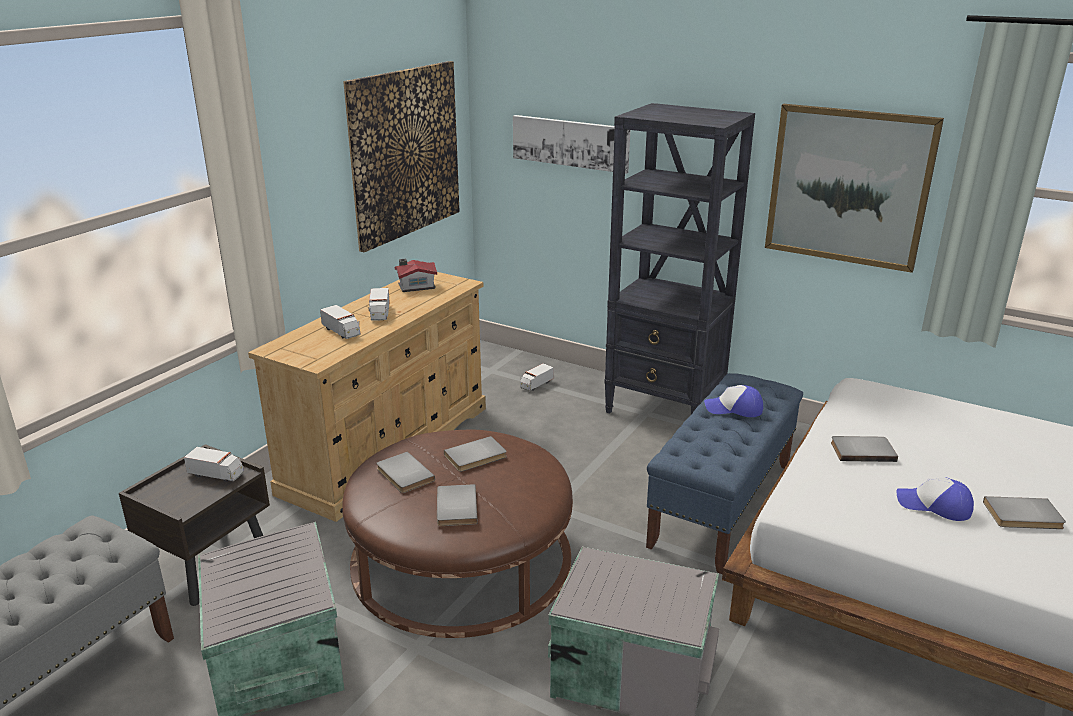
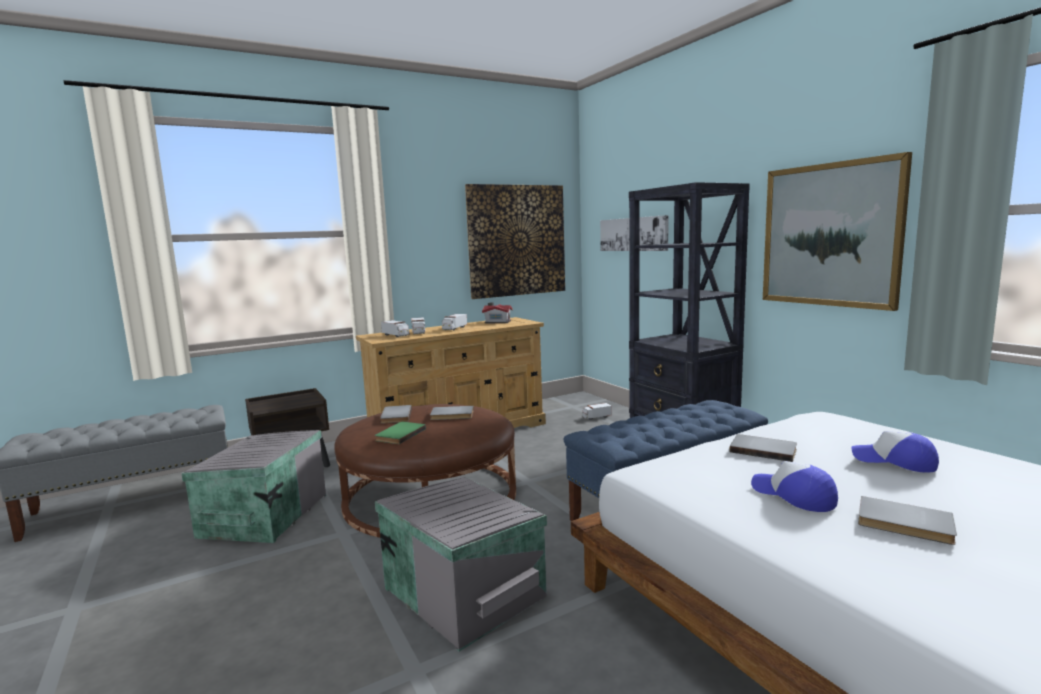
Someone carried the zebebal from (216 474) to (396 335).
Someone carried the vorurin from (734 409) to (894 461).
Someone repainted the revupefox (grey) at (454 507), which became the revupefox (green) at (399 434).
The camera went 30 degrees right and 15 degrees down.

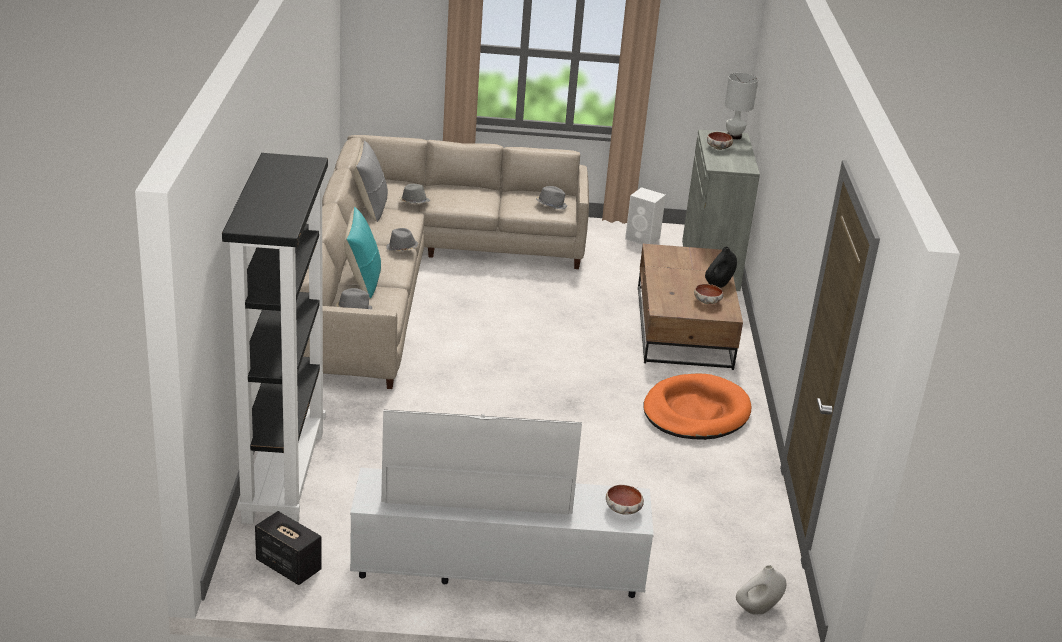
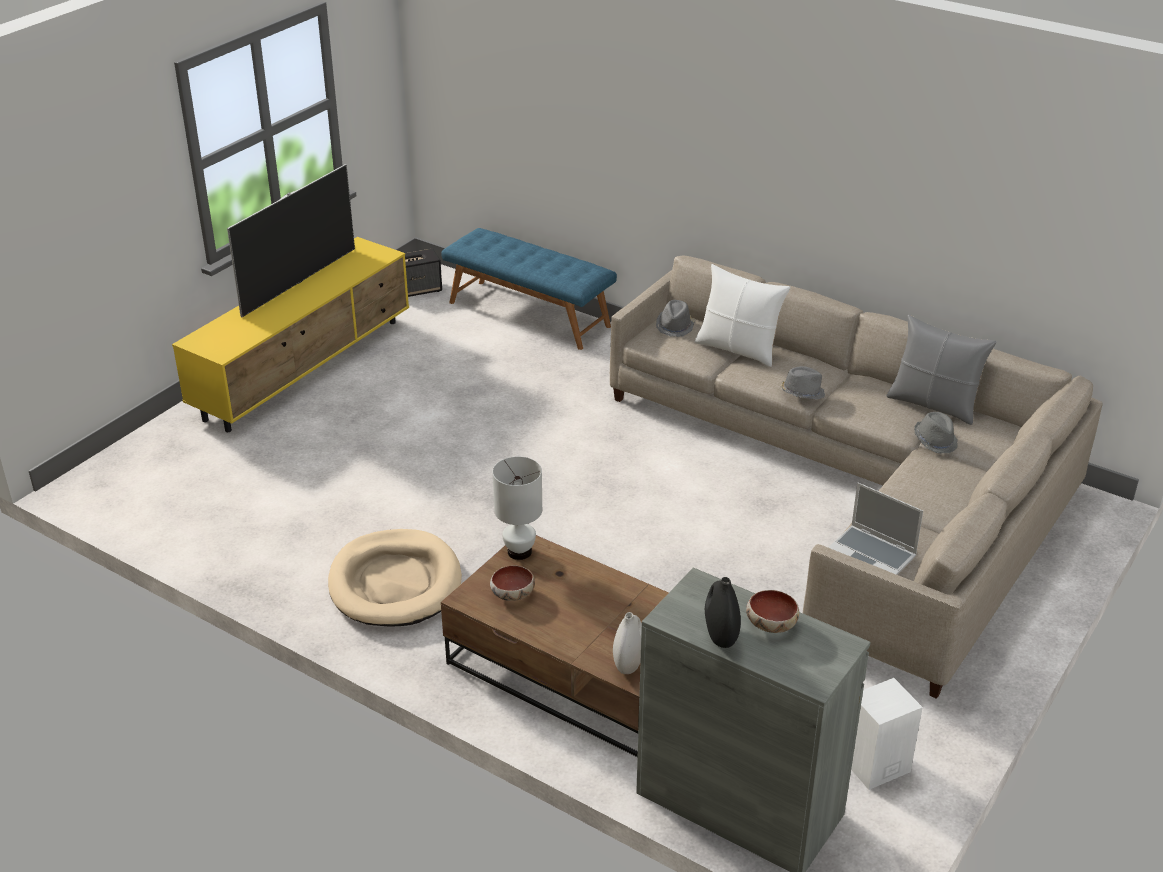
Someone took away the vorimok at (623 510).
Someone carried the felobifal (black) from (718 285) to (720 636).
Someone carried the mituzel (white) from (733 136) to (519 551).
Someone carried the felobifal (white) from (757 609) to (628 663).
Someone swapped the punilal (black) at (283 474) for the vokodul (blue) at (529 314).
Someone swapped the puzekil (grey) at (551 205) for the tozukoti at (871 556).
Someone repainted the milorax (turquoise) at (362 281), which became the milorax (white) at (738 349).
Someone repainted the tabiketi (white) at (496 573), which became the tabiketi (yellow) at (305 368).
Someone repainted the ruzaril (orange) at (695 412), which became the ruzaril (beige) at (395 583).
The camera went 125 degrees right and 5 degrees up.

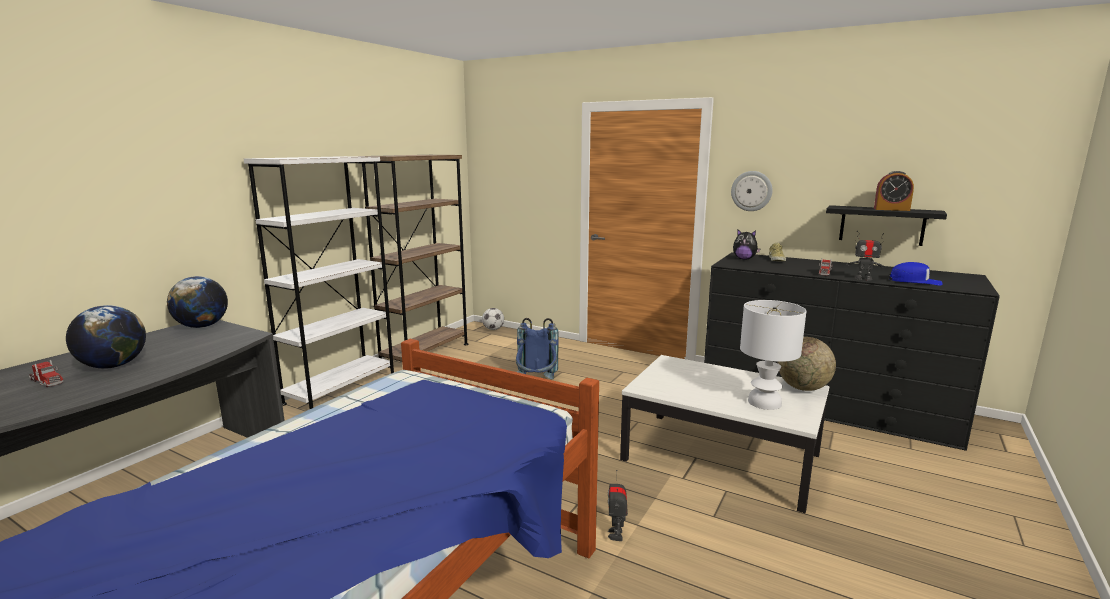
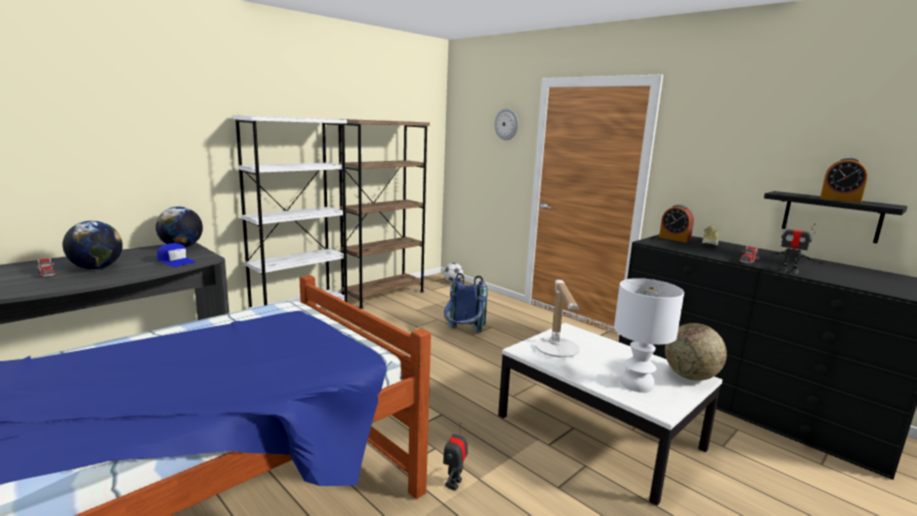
Someone put down the mituzel at (557 352).
Someone carried the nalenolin from (751 191) to (507 124).
Someone carried the vorurin (blue) from (914 281) to (175 261).
Someone swapped the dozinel at (744 259) for the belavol at (674 239).
The camera went 15 degrees right and 0 degrees up.

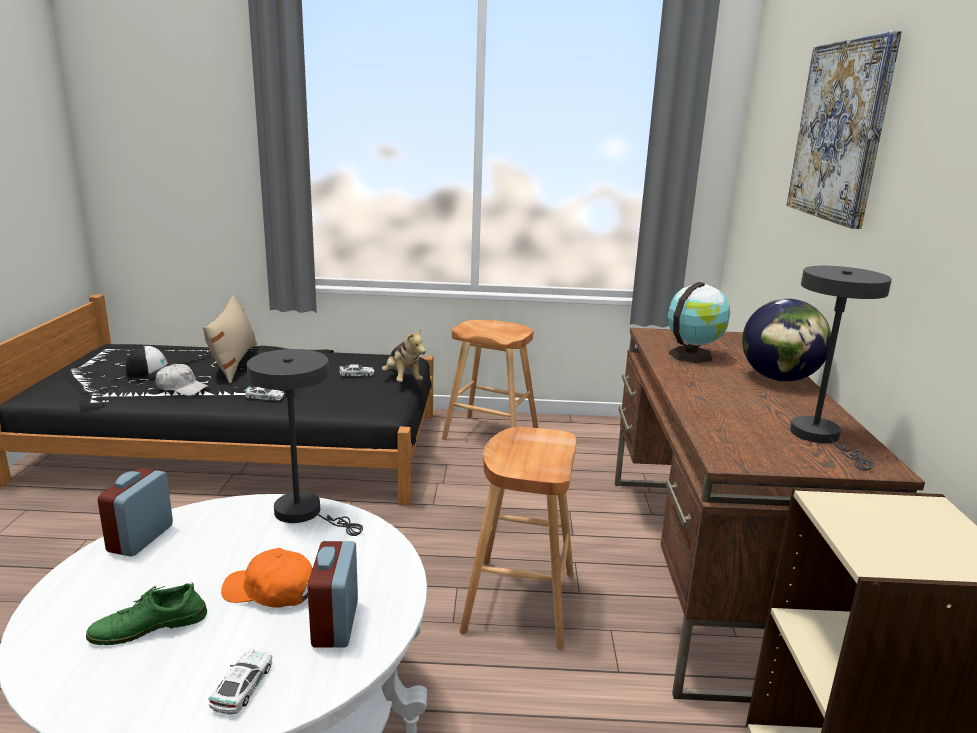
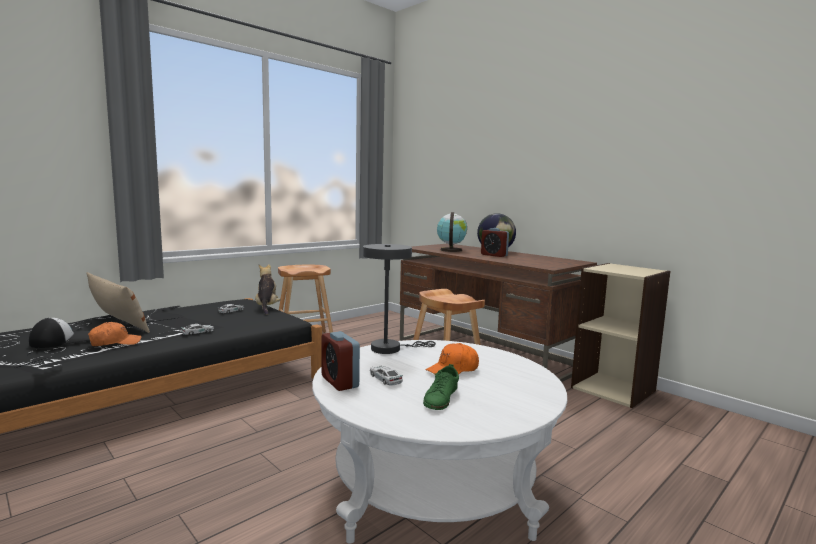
Someone took away the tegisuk at (840 131).
Someone took away the mituzel (grey) at (820 437).
Someone carried the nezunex from (243 686) to (385 379).
Someone carried the belavol from (335 624) to (494 255).
Someone repainted the vorurin (white) at (182 388), which became the vorurin (orange) at (115 343).
Someone rotated the dozinel at (402 380) by 120 degrees counterclockwise.
The camera went 45 degrees left and 10 degrees down.

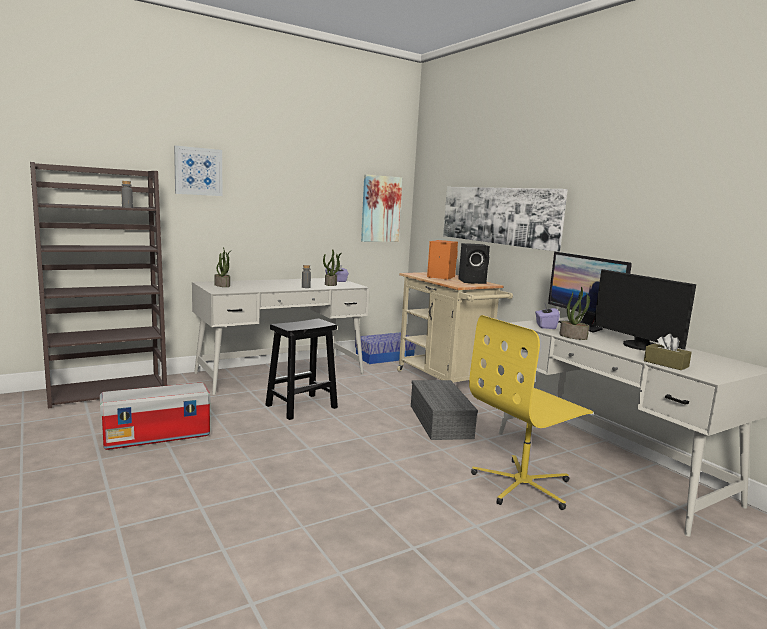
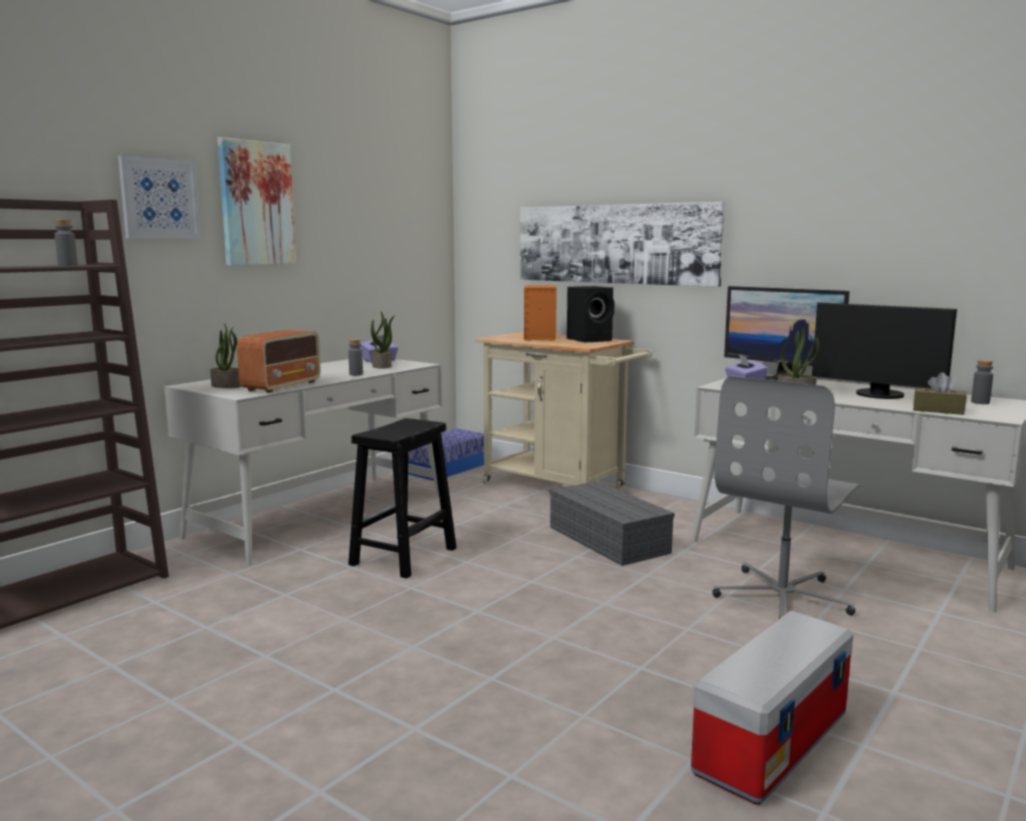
Someone put down the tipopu at (282 386).
Someone put down the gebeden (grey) at (980 402).
Someone carried the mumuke from (158 436) to (772 741).
Someone carried the tegisuk from (380 209) to (256 203).
Someone repainted the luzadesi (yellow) at (523 485), which became the luzadesi (grey) at (783 597).
The camera went 20 degrees left and 0 degrees up.

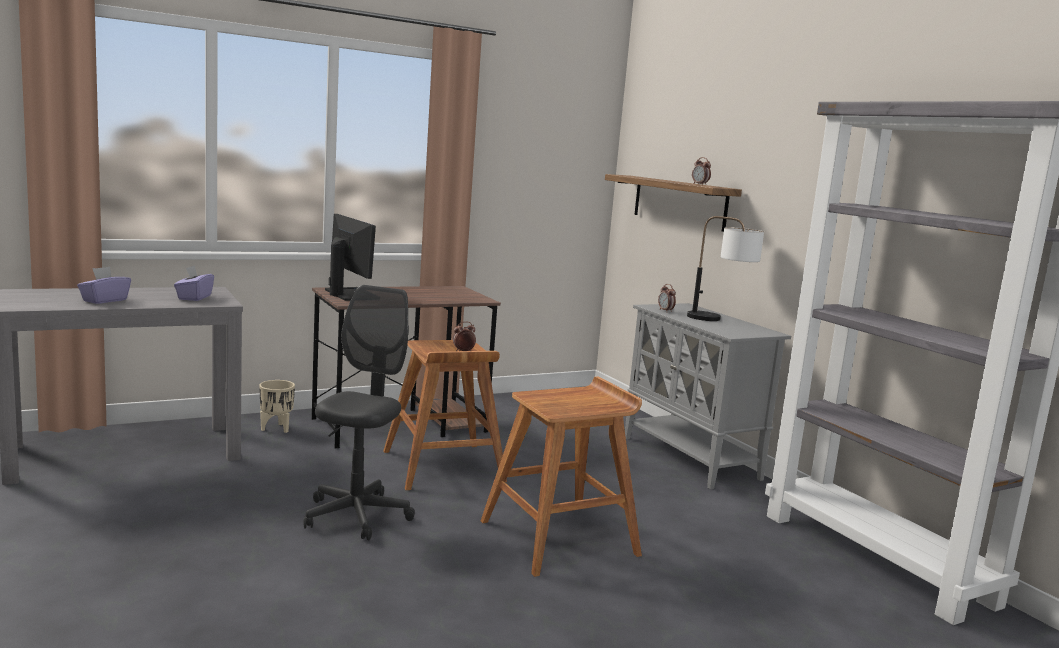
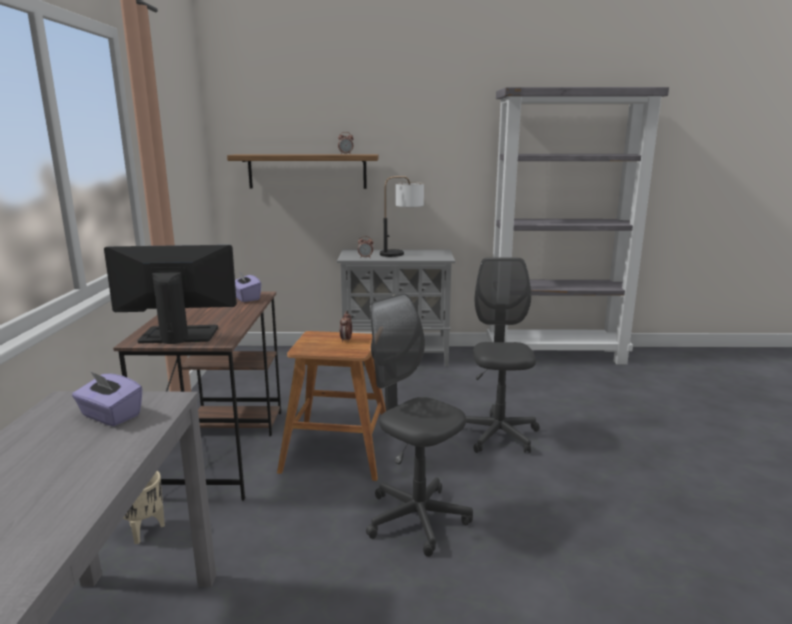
Someone carried the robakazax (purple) from (104 300) to (245 298).
Someone swapped the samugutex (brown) at (560 537) for the luzadesi (grey) at (498 435).
The camera went 60 degrees left and 5 degrees up.

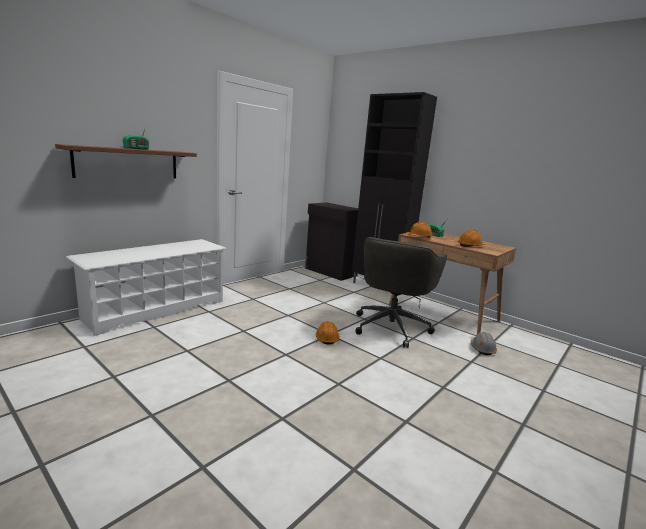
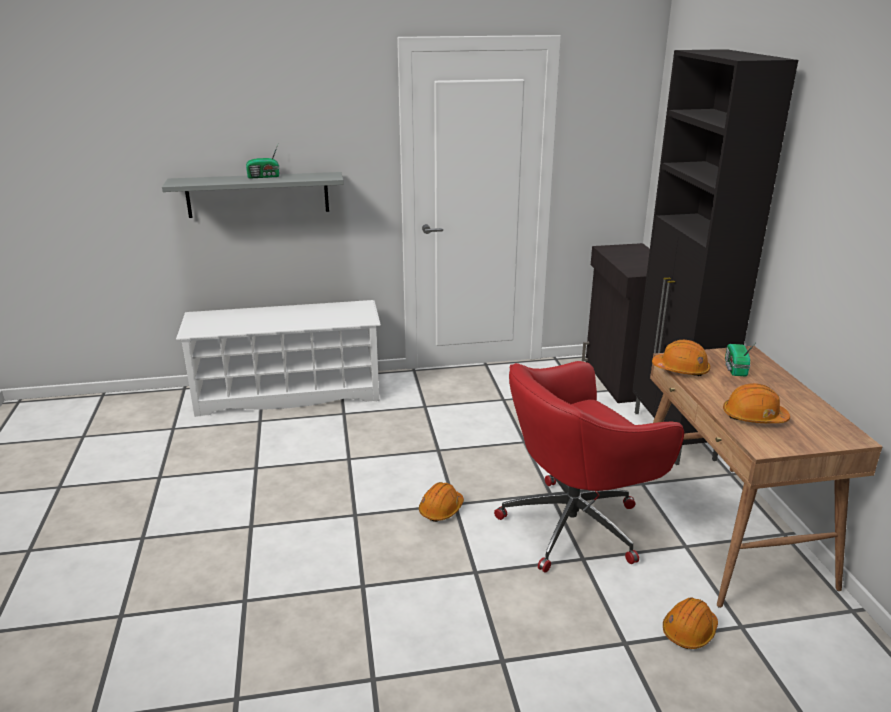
Someone repainted the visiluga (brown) at (128 163), which became the visiluga (grey) at (258 194).
Someone repainted the luzadesi (grey) at (391 327), which became the luzadesi (red) at (576 524).
Someone repainted the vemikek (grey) at (482 349), which became the vemikek (orange) at (689 631).
The camera went 40 degrees right and 10 degrees up.

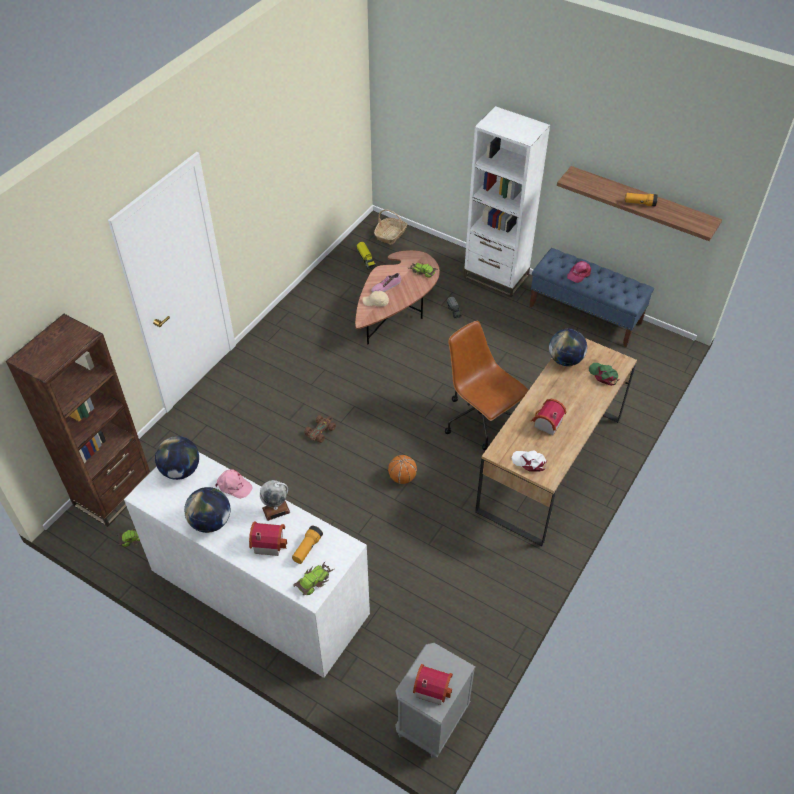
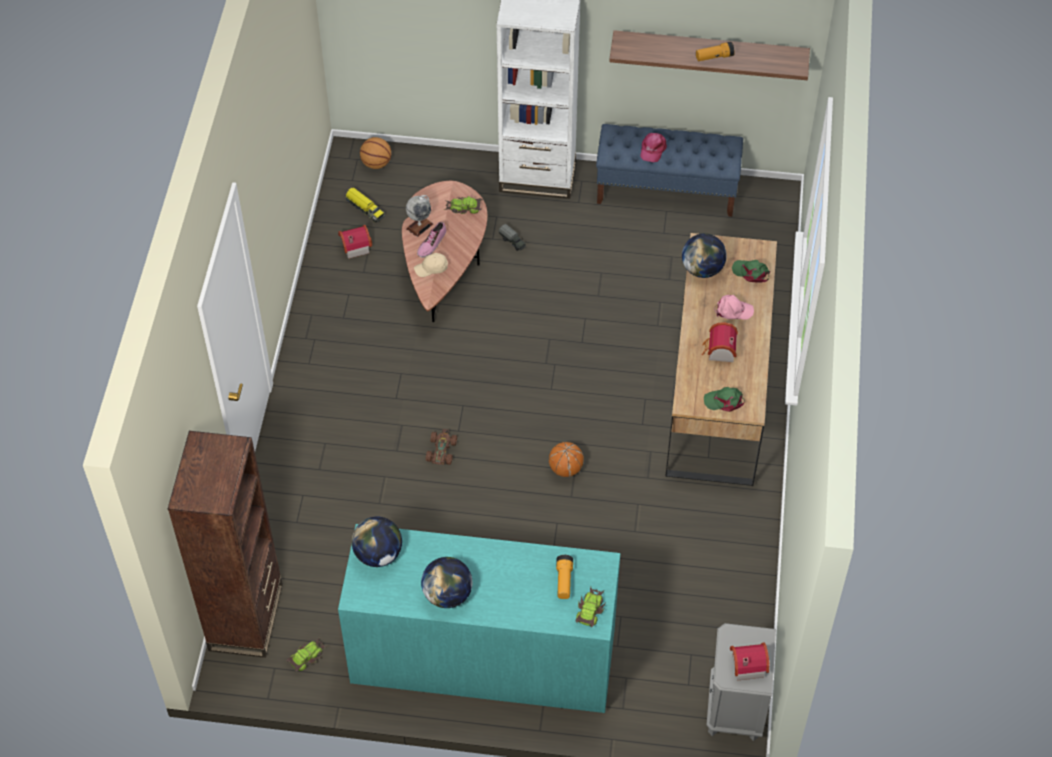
Someone took away the luzadesi (brown) at (480 421).
Someone carried the vorurin (pink) from (234 486) to (733 310).
Someone carried the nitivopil from (268 542) to (354 246).
Someone carried the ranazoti from (276 510) to (419 226).
Someone swapped the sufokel at (391 234) for the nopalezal at (376 163).
Someone repainted the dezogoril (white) at (259 591), which became the dezogoril (turquoise) at (483 655).
Someone repainted the vorurin (white) at (529 462), which became the vorurin (green) at (724 401).
The camera went 25 degrees left and 5 degrees up.

